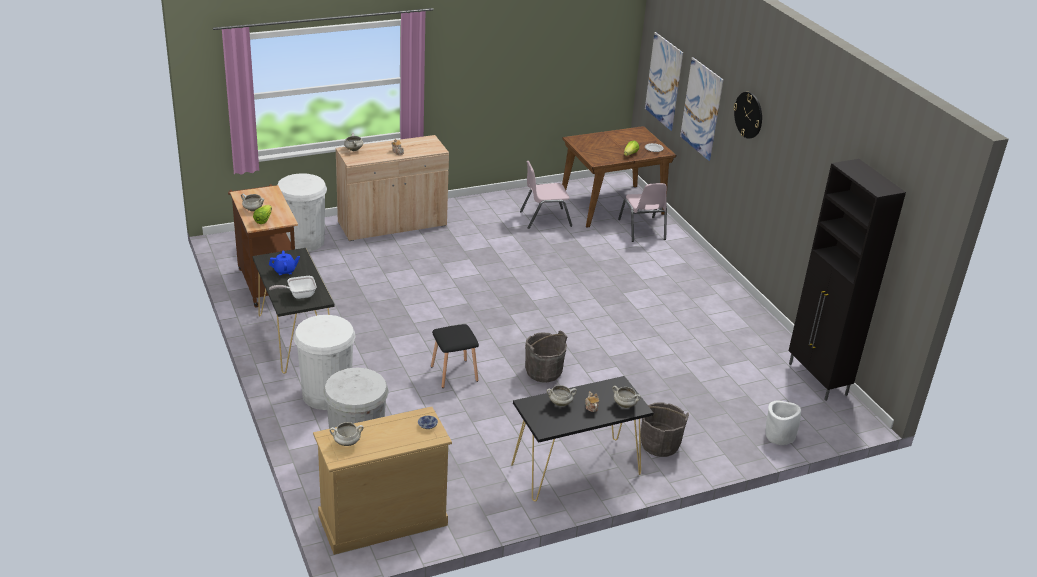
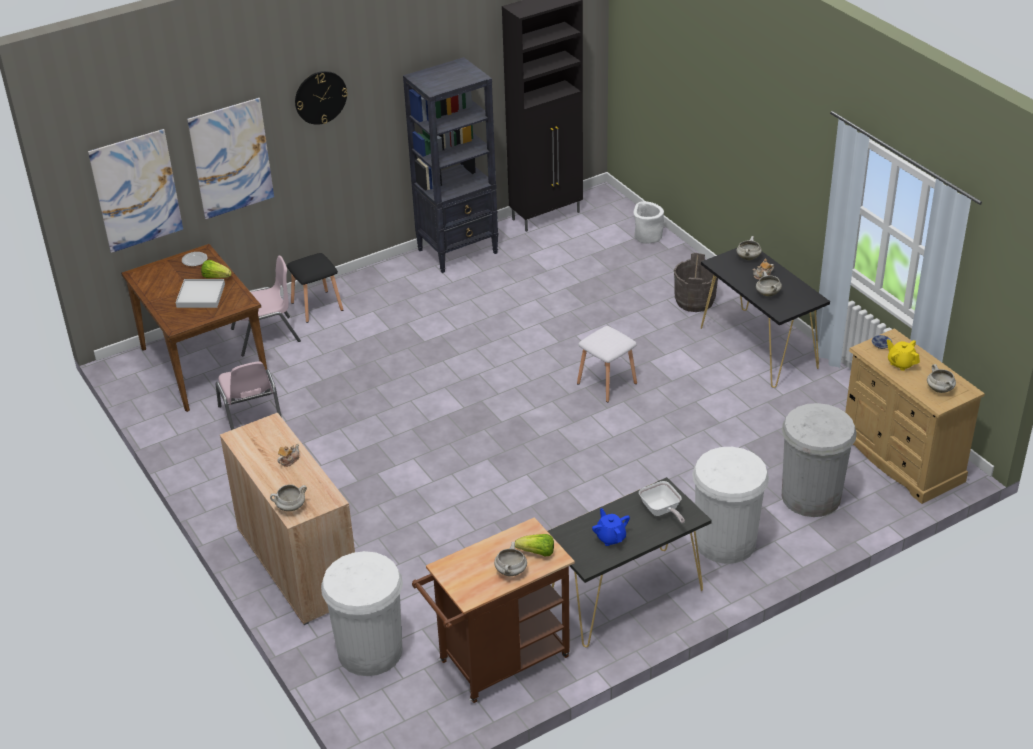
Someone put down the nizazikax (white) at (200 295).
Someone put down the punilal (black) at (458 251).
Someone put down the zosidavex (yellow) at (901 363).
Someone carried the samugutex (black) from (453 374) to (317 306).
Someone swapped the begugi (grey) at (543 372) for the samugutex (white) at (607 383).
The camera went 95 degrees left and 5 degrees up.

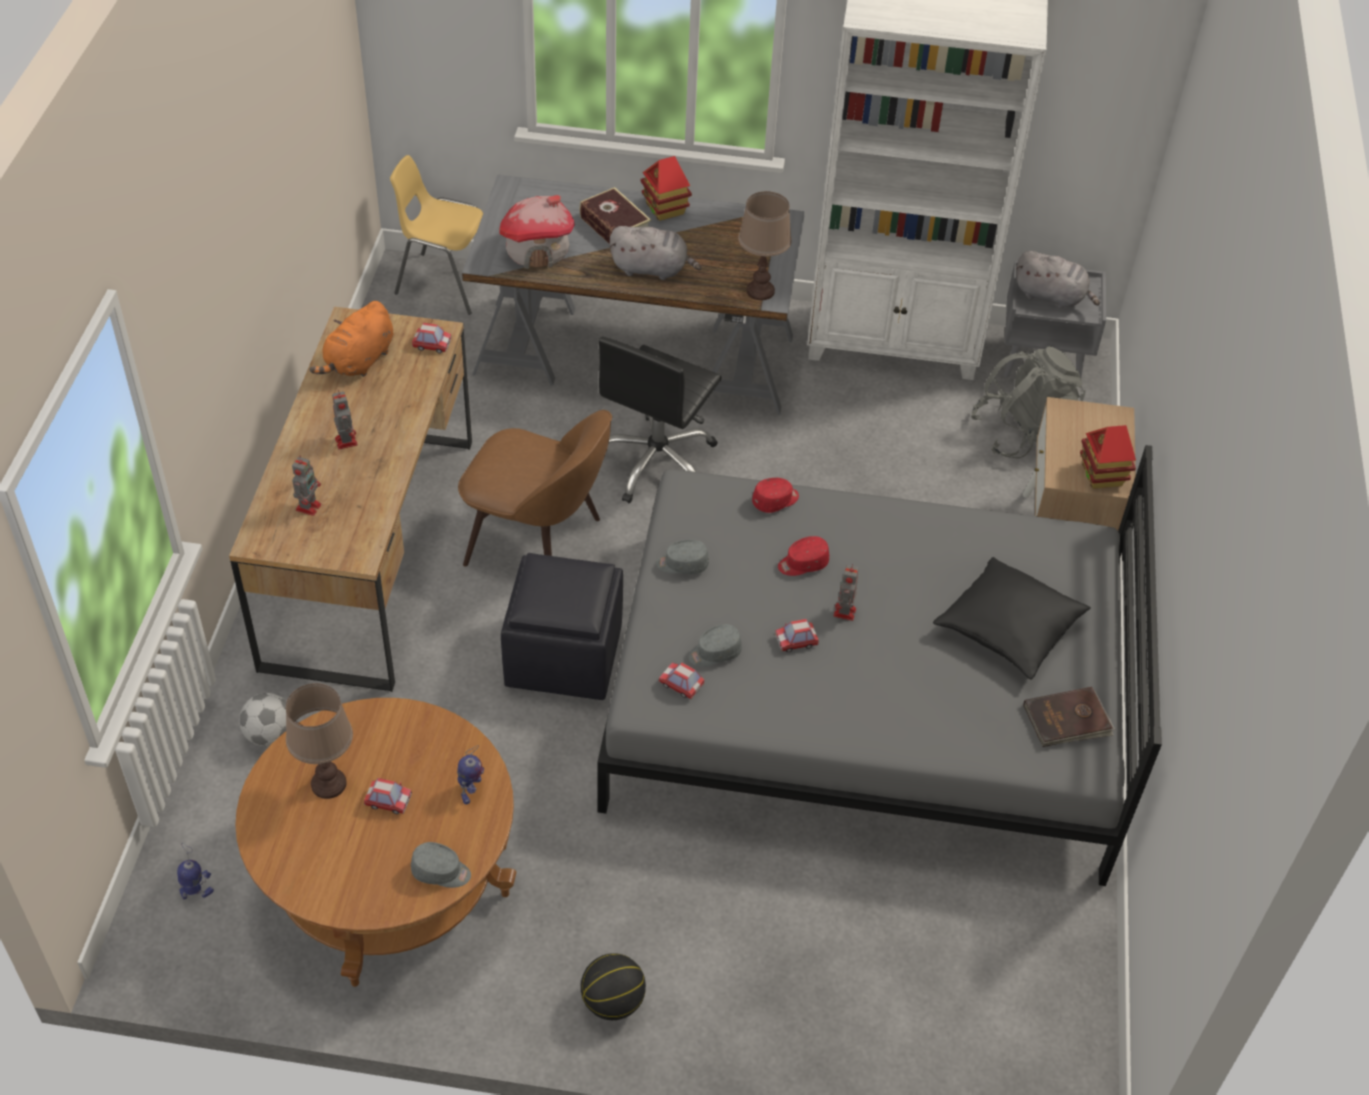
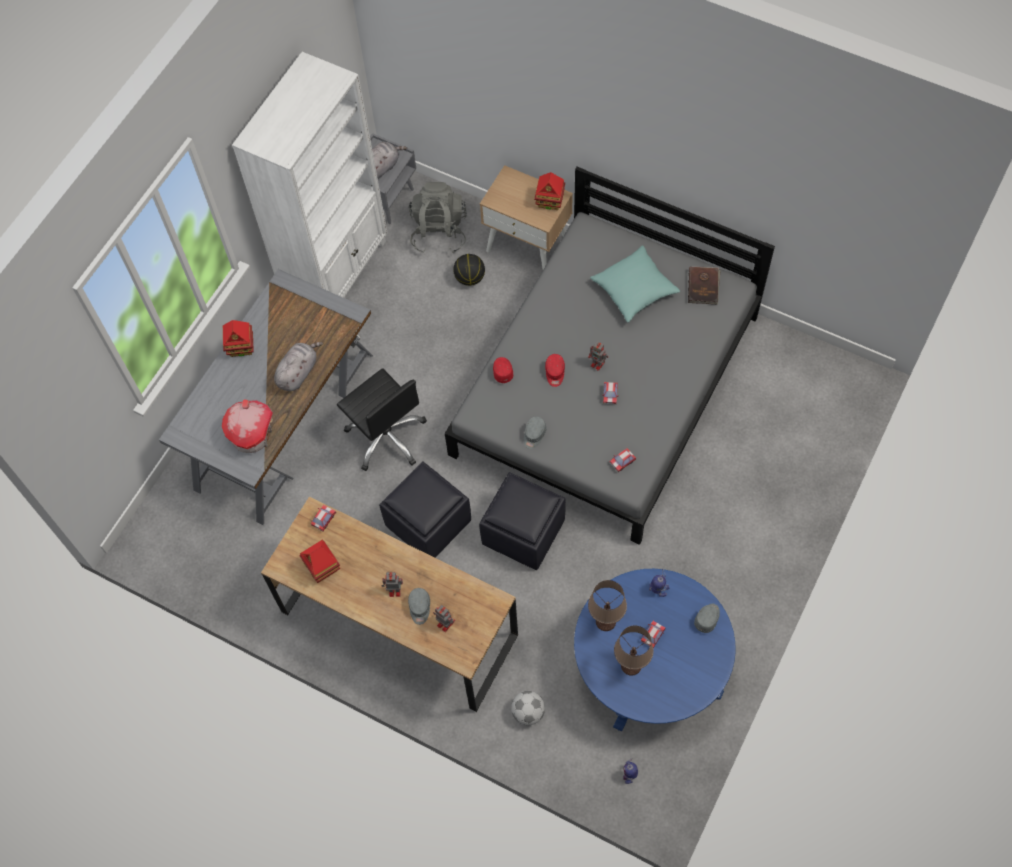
Someone took away the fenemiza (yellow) at (445 282).
Someone took away the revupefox at (615 226).
Someone carried the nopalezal from (613 1002) to (470 278).
Someone carried the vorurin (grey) from (714 653) to (419 608).
Someone carried the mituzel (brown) from (760 291) to (605 621).
Someone swapped the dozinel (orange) at (359 361) for the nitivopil at (322 567).
Someone swapped the fenemiza (brown) at (538 543) for the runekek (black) at (429 523).
Someone repainted the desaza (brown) at (386 876), which became the desaza (blue) at (649 666).
Someone repainted the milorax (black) at (1008 629), which became the milorax (turquoise) at (634 290).
The camera went 65 degrees left and 15 degrees up.

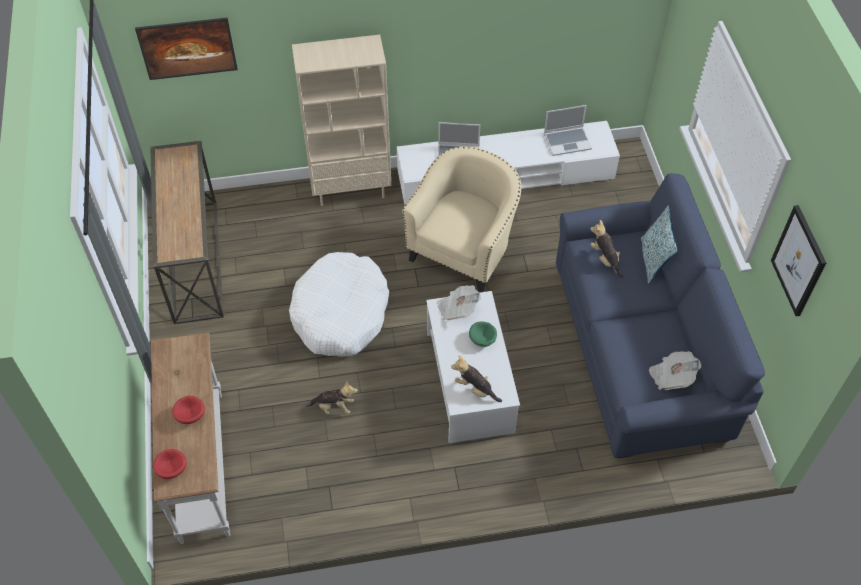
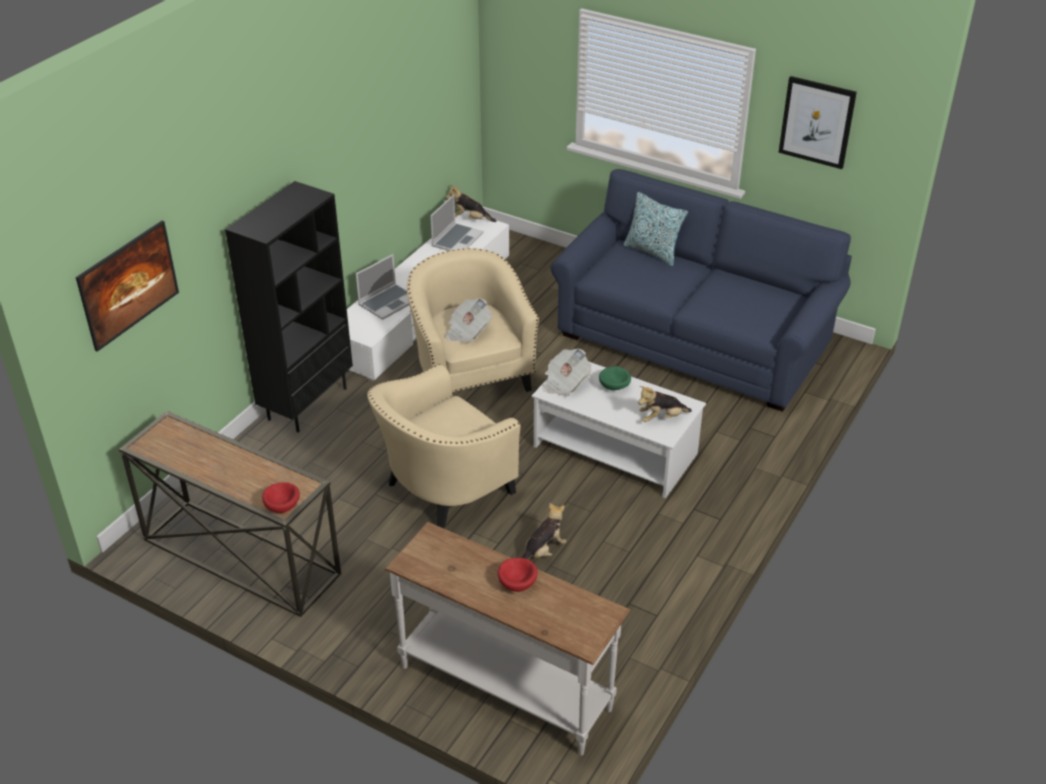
Someone carried the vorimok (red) from (172 469) to (283 506).
Someone carried the dozinel from (605 259) to (470 219).
Someone carried the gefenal from (671 376) to (467 331).
Someone swapped the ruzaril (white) at (340 313) for the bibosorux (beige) at (442 488).
Someone repainted the punilal (beige) at (351 189), which became the punilal (black) at (307 403).
The camera went 50 degrees left and 15 degrees down.

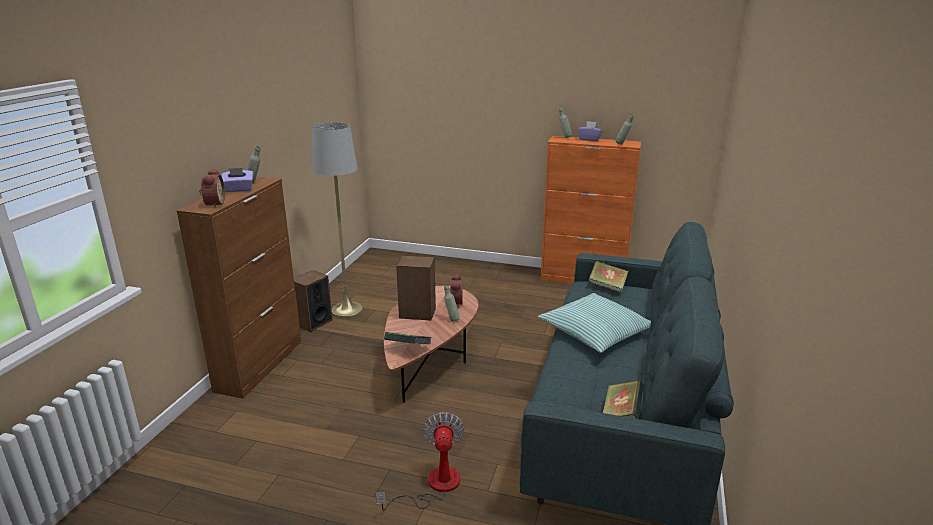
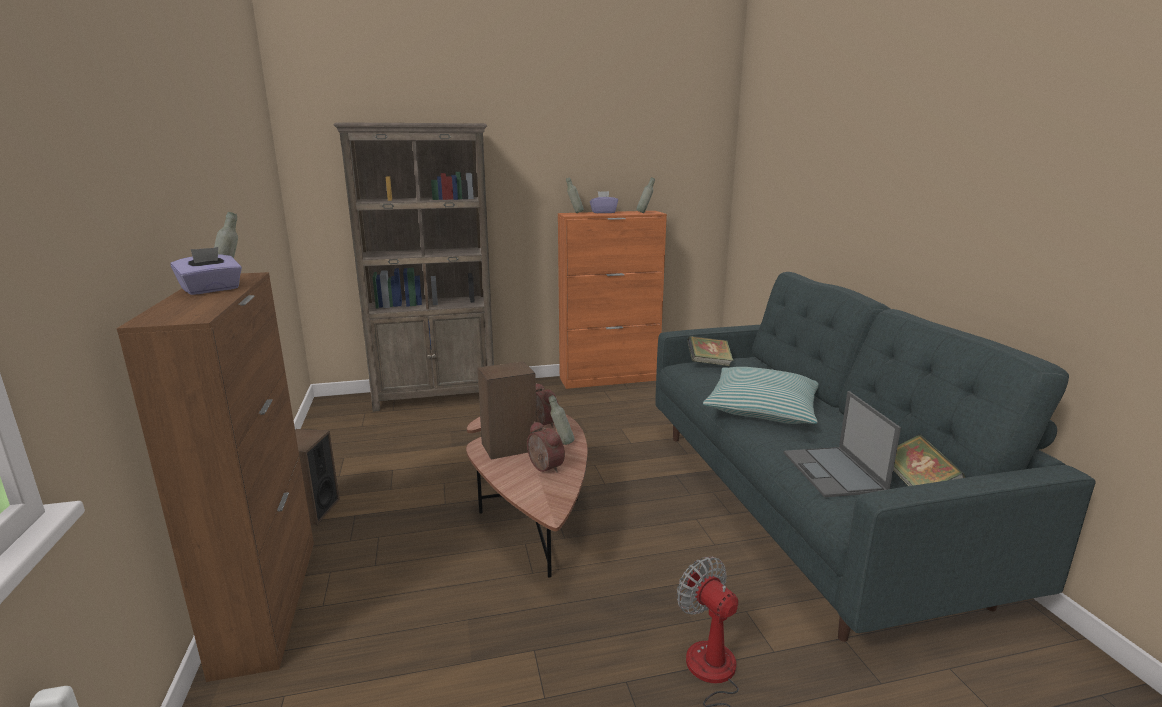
Someone took away the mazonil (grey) at (347 310).
Someone took away the revupefox at (408 349).
Someone put down the punilal (brown) at (436 397).
Someone put down the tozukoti at (834 472).
Someone carried the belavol from (213 204) to (543 468).
The camera went 30 degrees left and 5 degrees down.

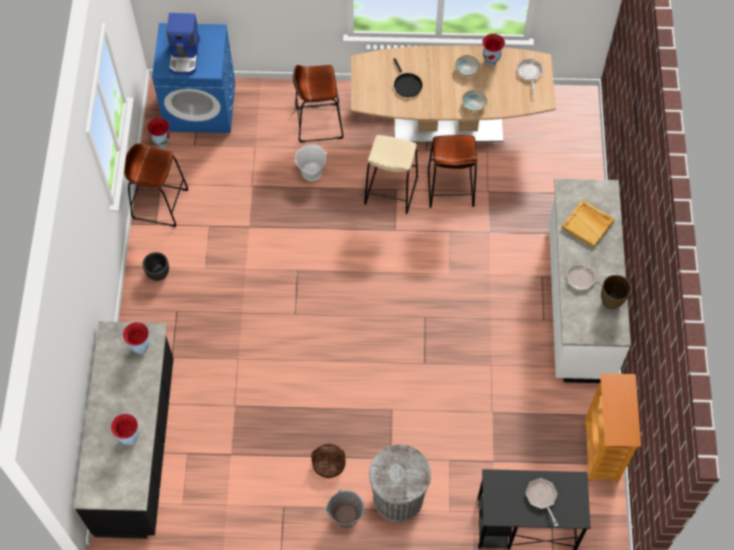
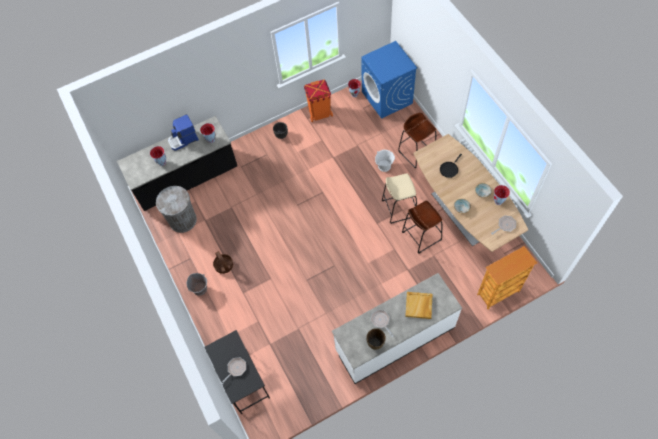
Someone carried the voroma from (185 55) to (183 140).
Someone carried the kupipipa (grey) from (398 497) to (183 220).
Someone carried the punilal from (601 452) to (498 293).
Someone swapped the samugutex (brown) at (160 204) for the kupipipa (orange) at (320 113).
The camera went 65 degrees right and 0 degrees up.

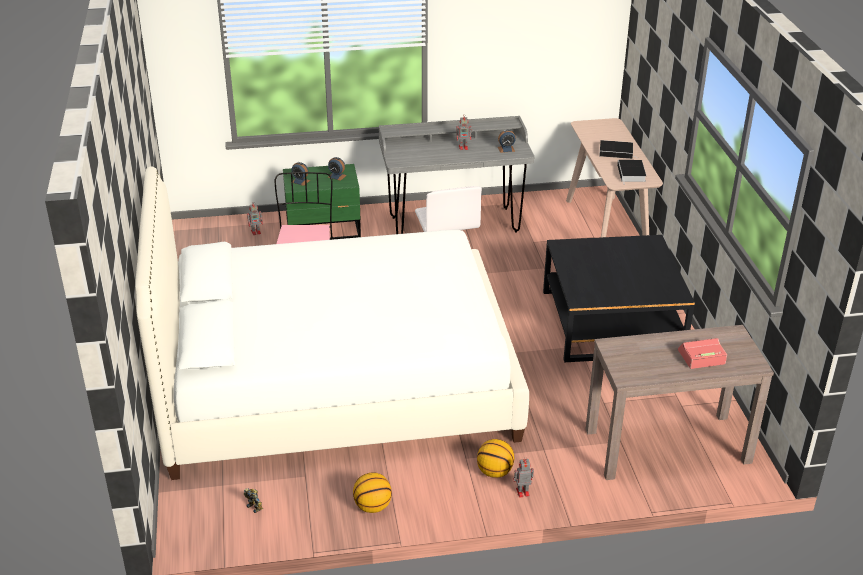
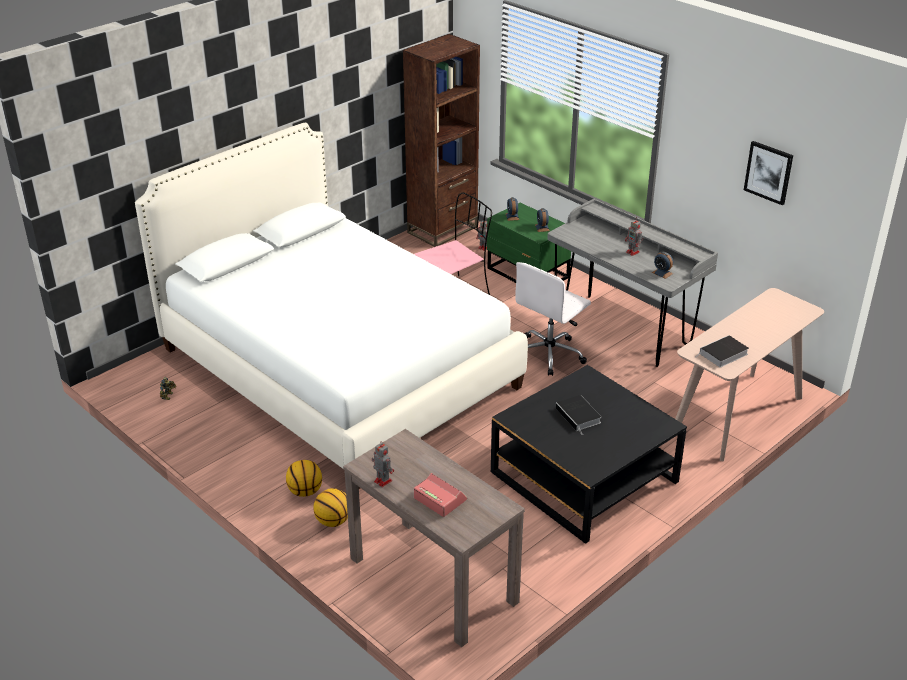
Someone put down the punilal (brown) at (442 229).
Someone put up the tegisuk at (768 172).
Someone carried the nopalezal from (372 506) to (333 521).
Someone carried the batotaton from (521 492) to (382 480).
Someone carried the revupefox from (617 152) to (579 416).
The camera went 55 degrees right and 0 degrees up.

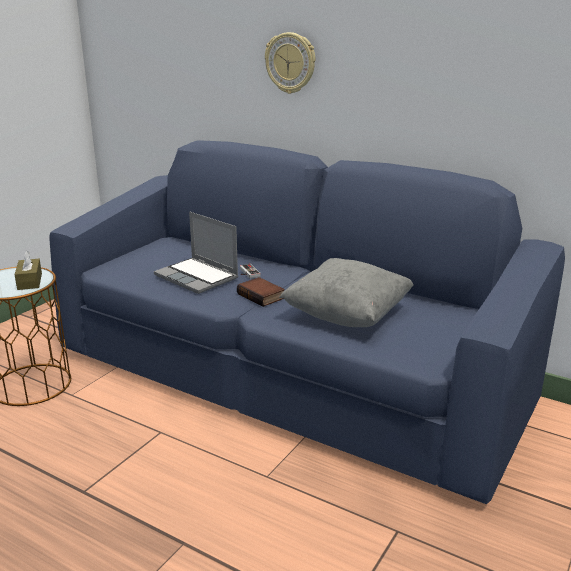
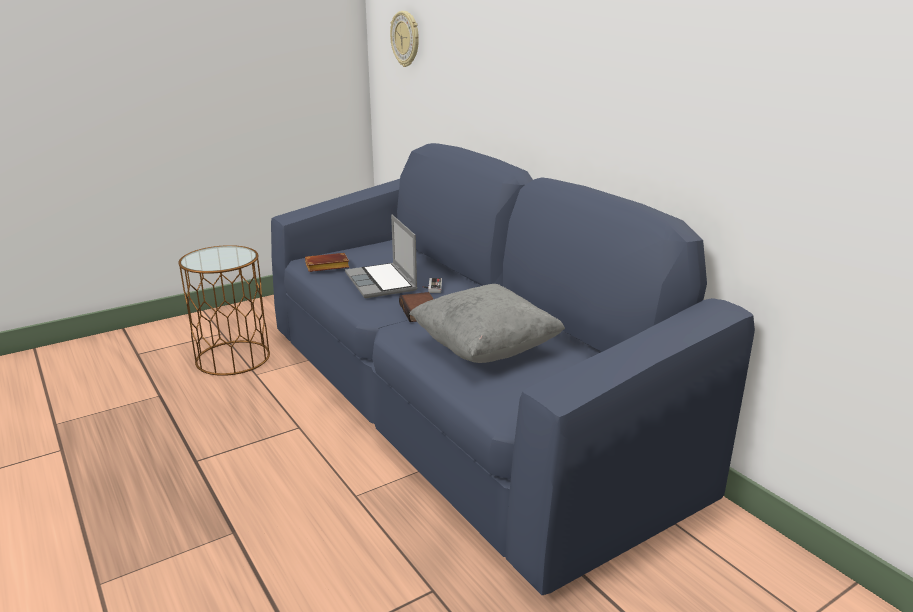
Someone took away the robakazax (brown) at (29 281).
Someone put down the revupefox (brown) at (326 267).
Someone carried the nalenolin from (290 63) to (406 39).
The camera went 25 degrees right and 0 degrees up.

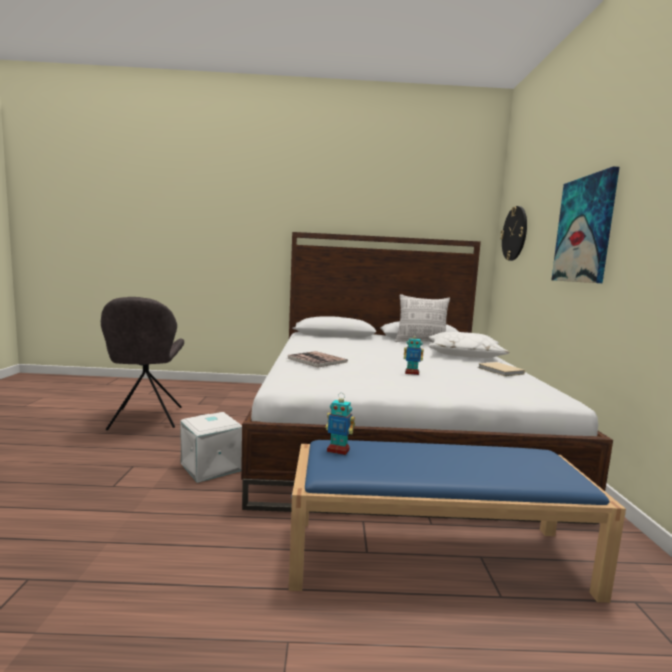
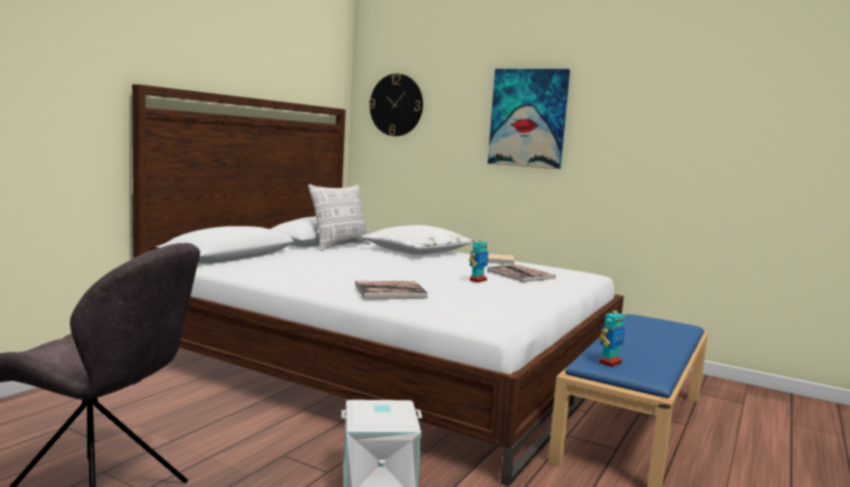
Someone put down the revupefox at (520 274).
The camera went 60 degrees left and 0 degrees up.

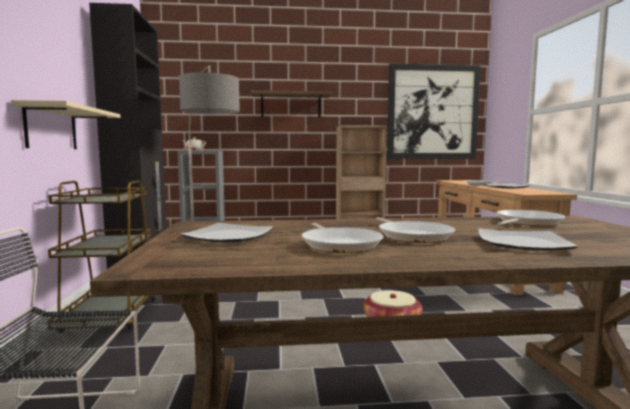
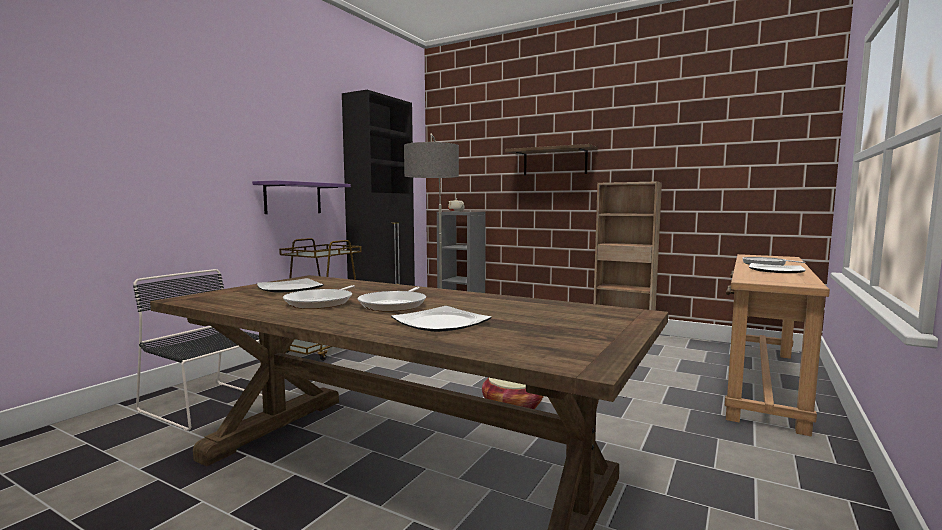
Someone took away the tegisuk at (432 112).
Someone took away the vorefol at (526 222).
Someone repainted the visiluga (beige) at (51 128), which became the visiluga (purple) at (293 198).
The camera went 35 degrees right and 0 degrees up.

